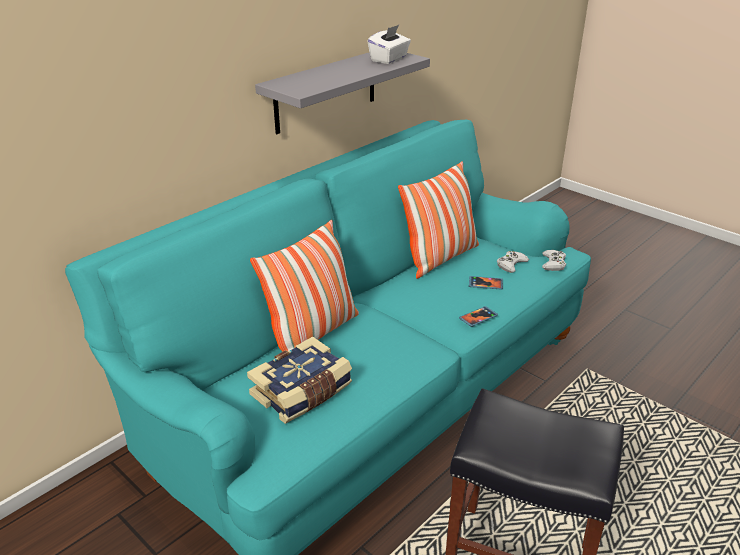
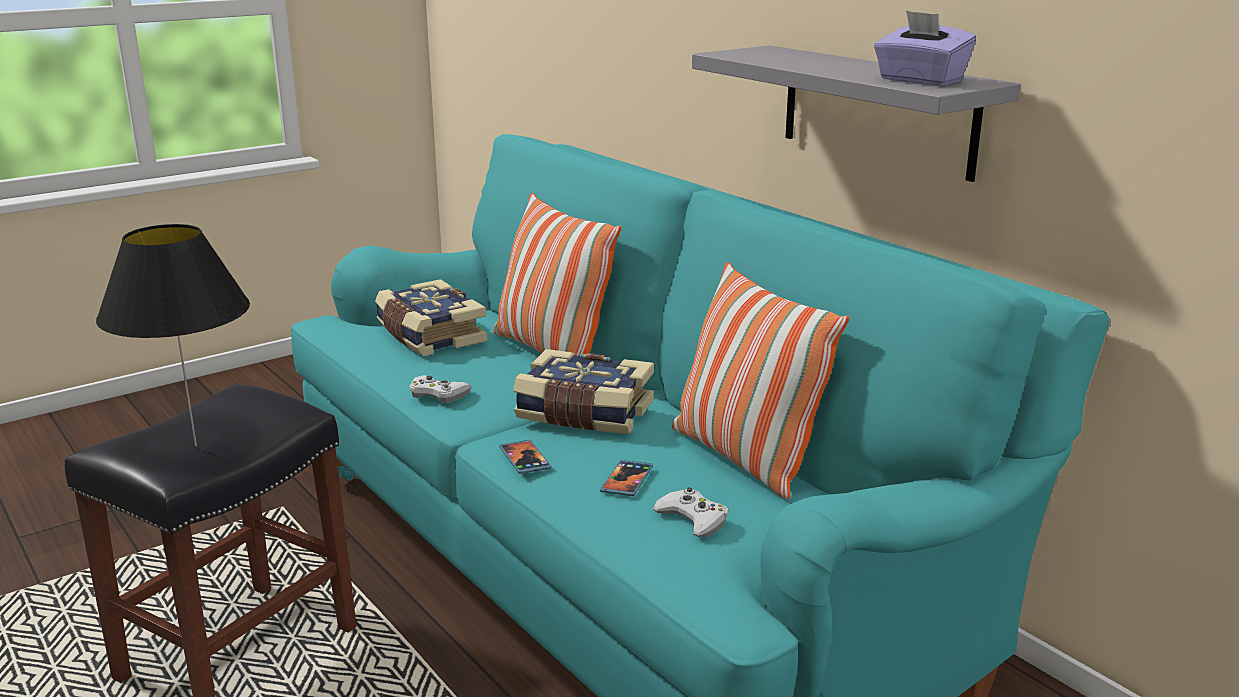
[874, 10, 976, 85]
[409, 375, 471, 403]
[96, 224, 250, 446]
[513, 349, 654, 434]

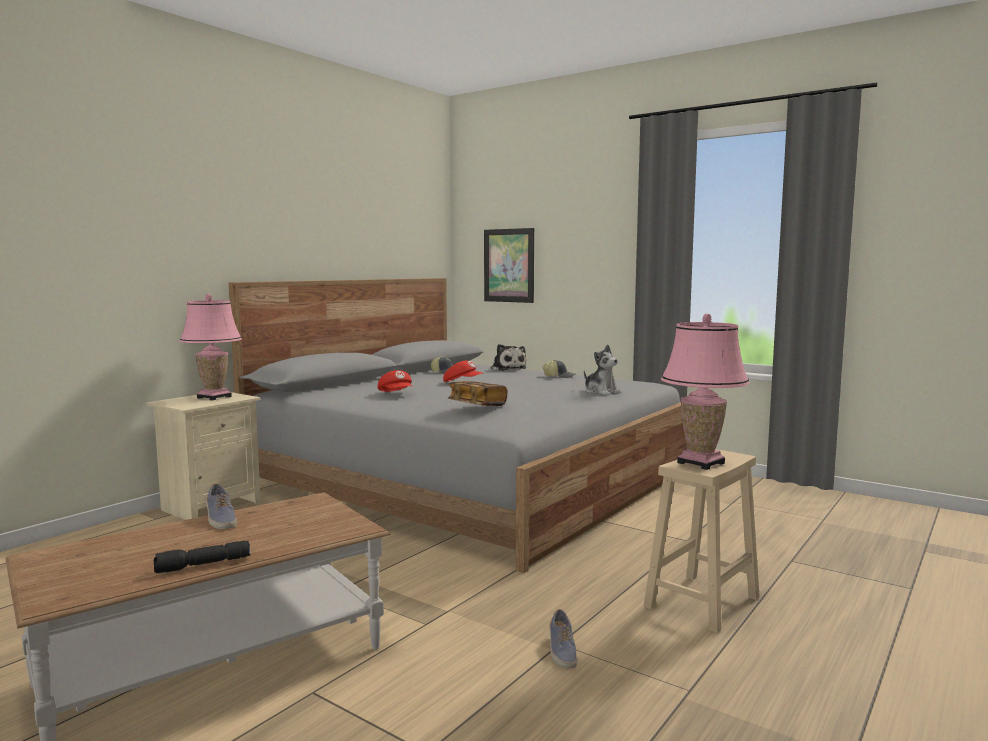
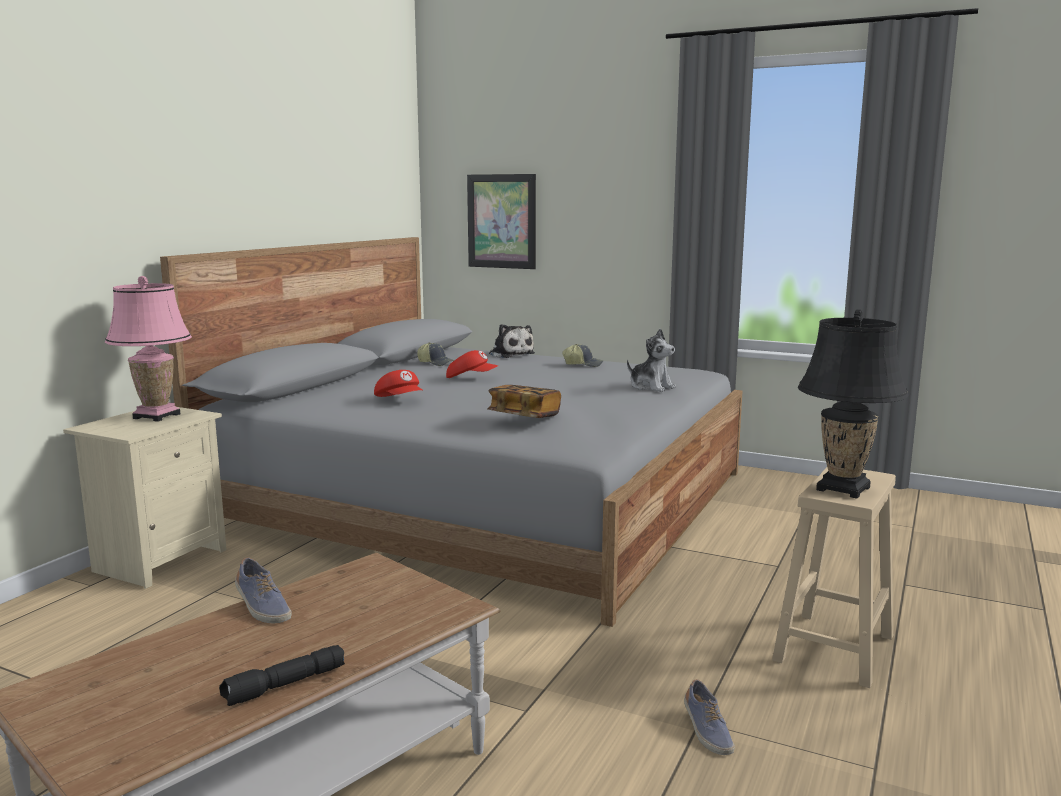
[798, 309, 908, 499]

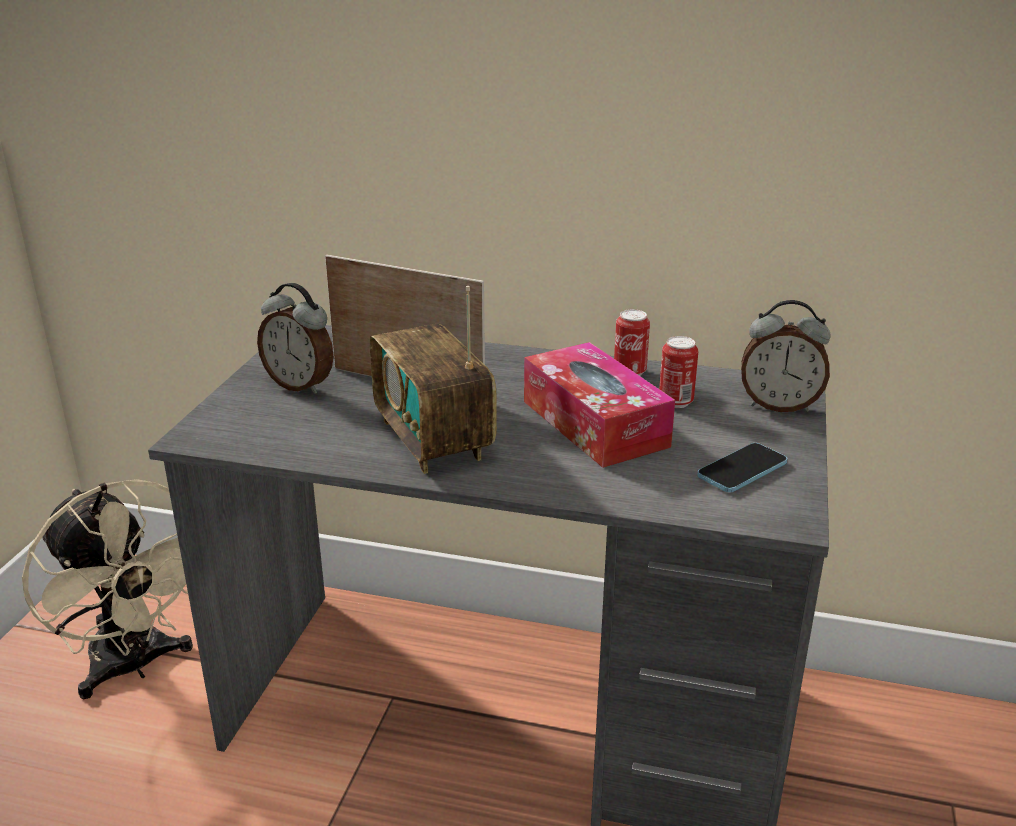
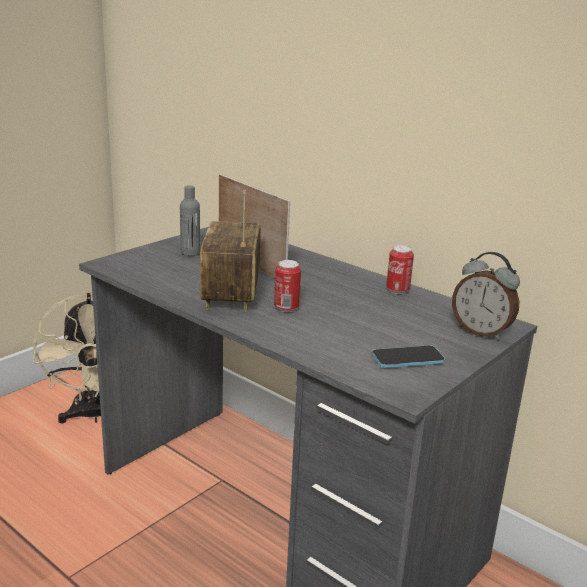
[180, 185, 200, 256]
[274, 260, 301, 312]
[524, 342, 675, 468] (first image)

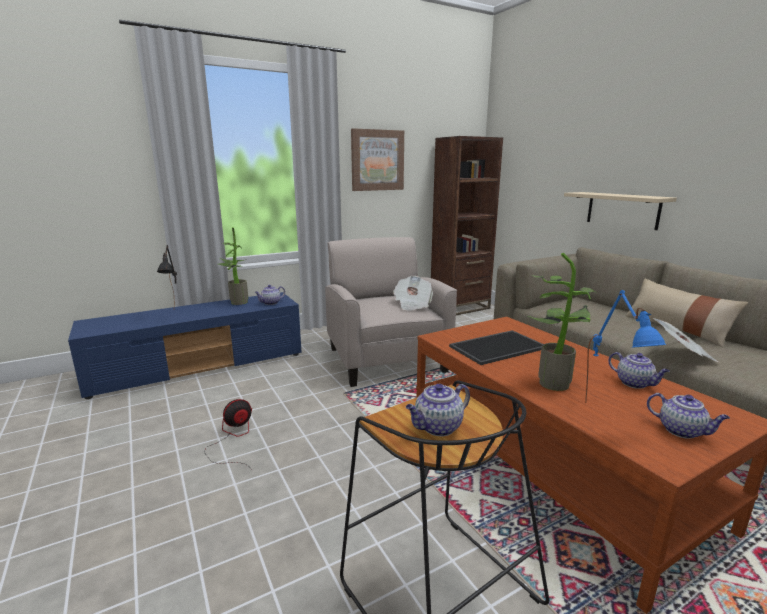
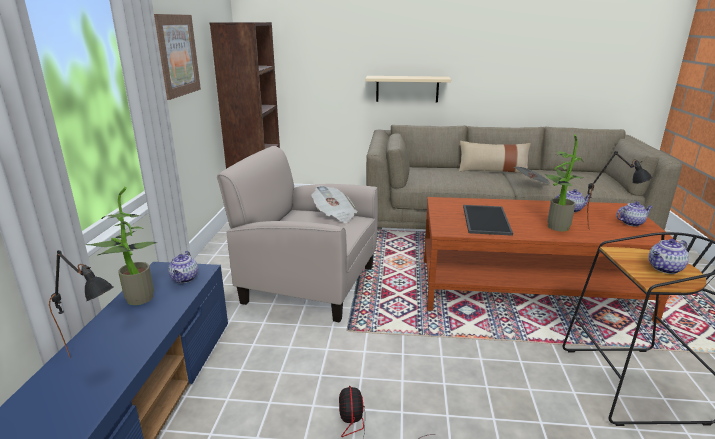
[587, 151, 653, 230]
[649, 239, 689, 274]

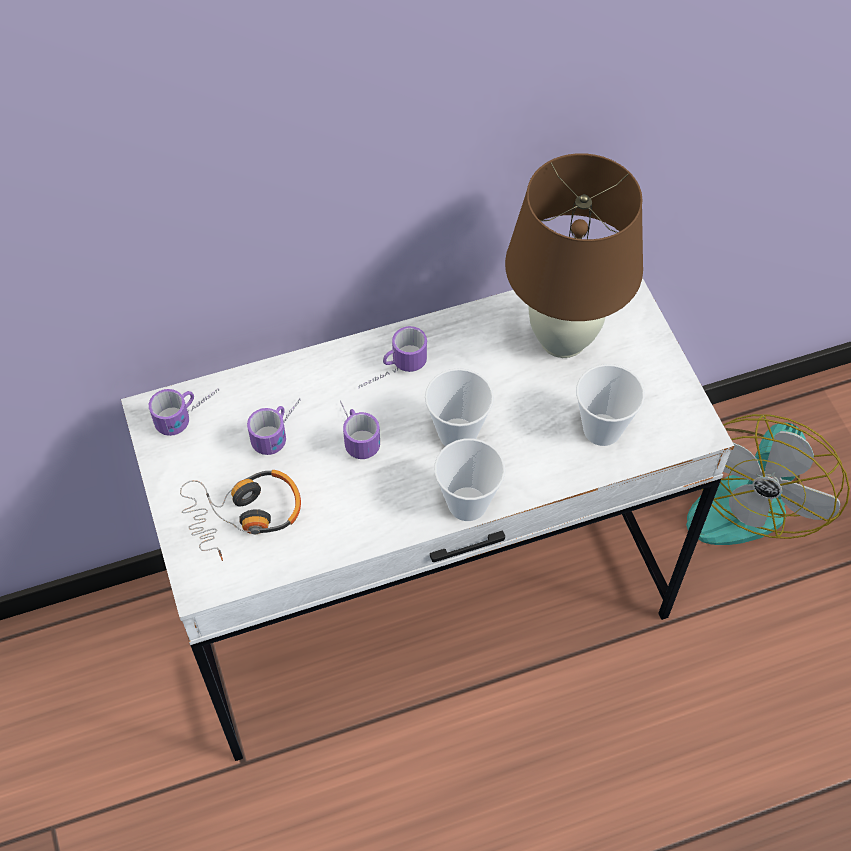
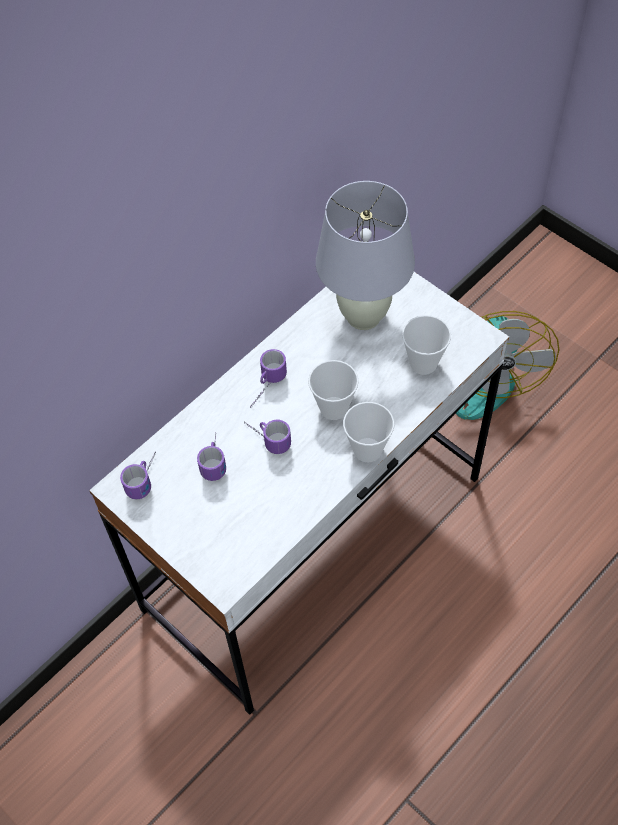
[316, 181, 415, 330]
[180, 470, 301, 561] (first image)

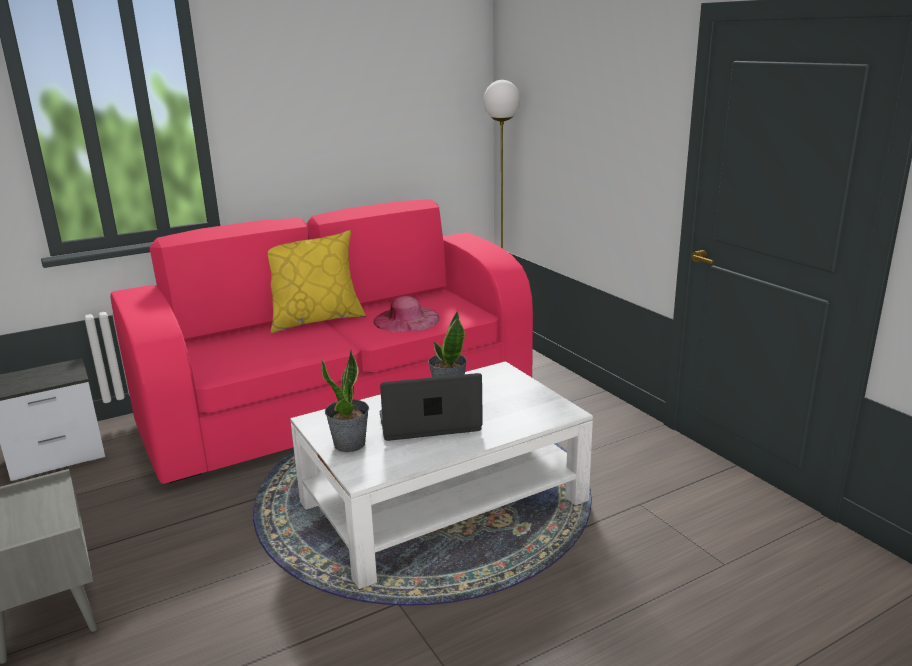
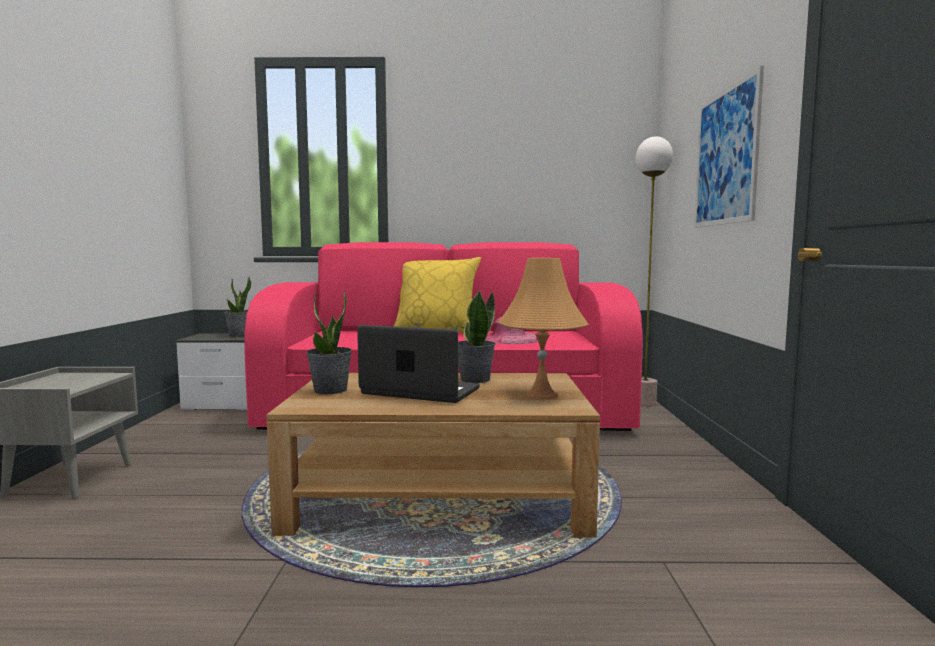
[266, 373, 600, 538]
[694, 66, 764, 228]
[498, 258, 589, 399]
[224, 276, 251, 337]

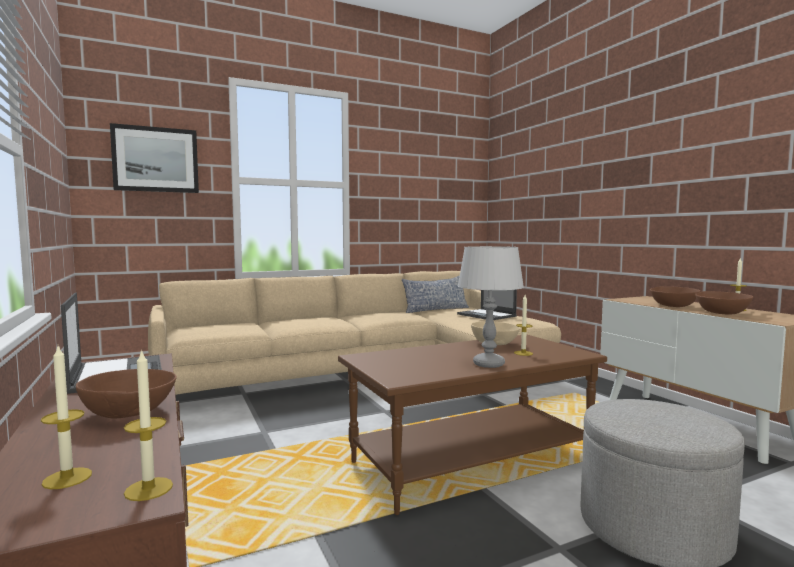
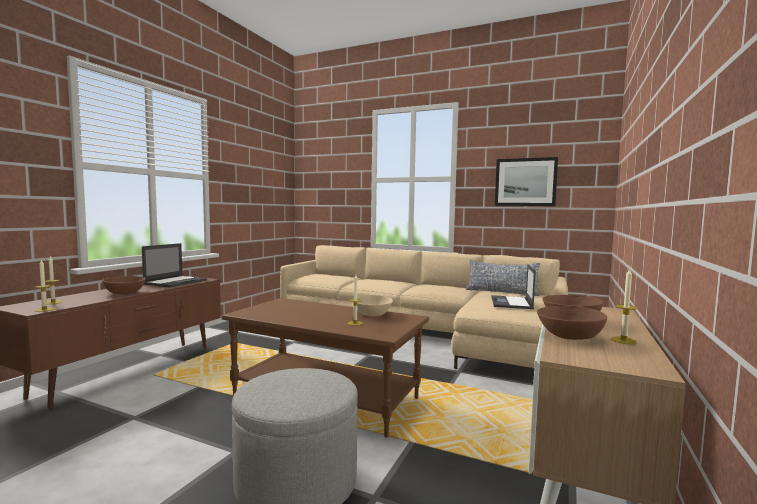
[495, 157, 558, 206]
[458, 246, 524, 368] (first image)

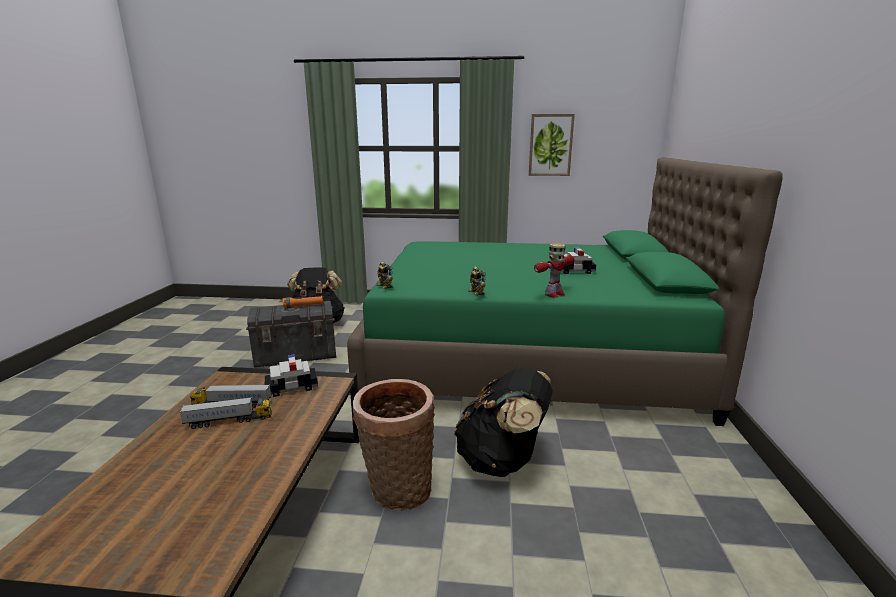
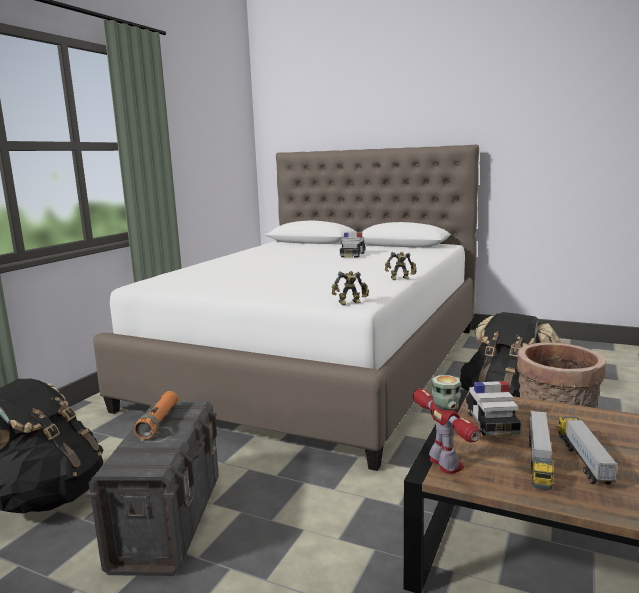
[529, 114, 575, 176] (first image)
[93, 145, 479, 471]
[413, 375, 481, 474]

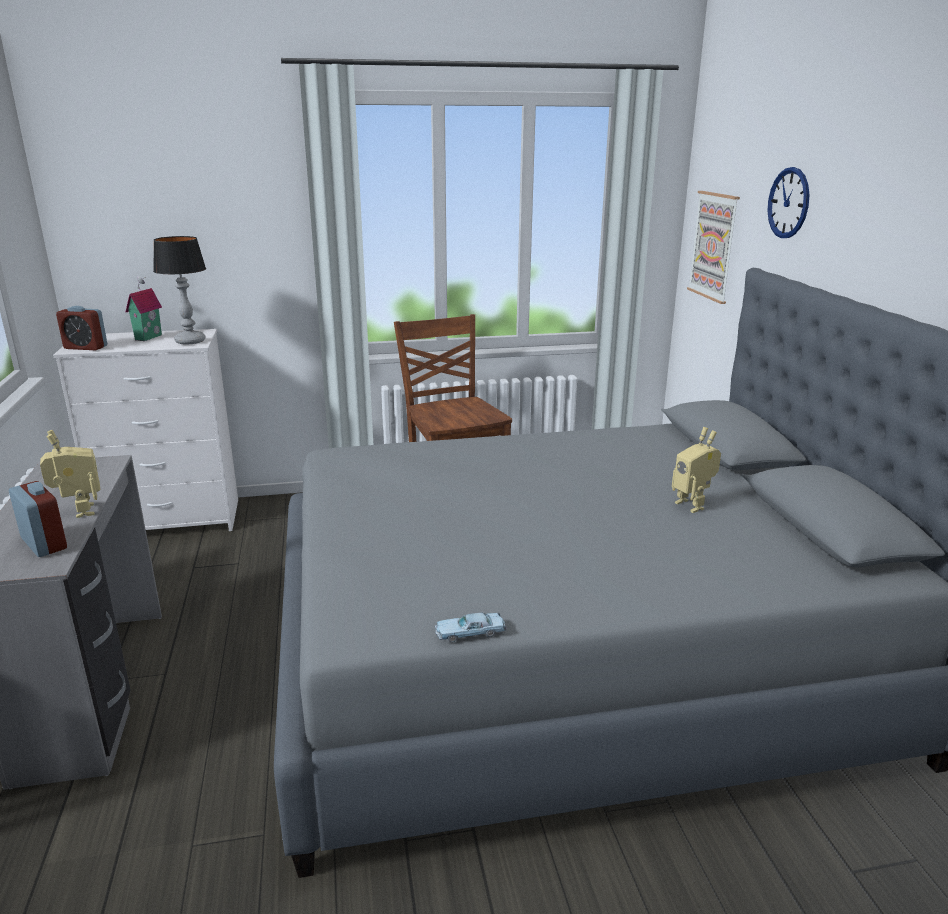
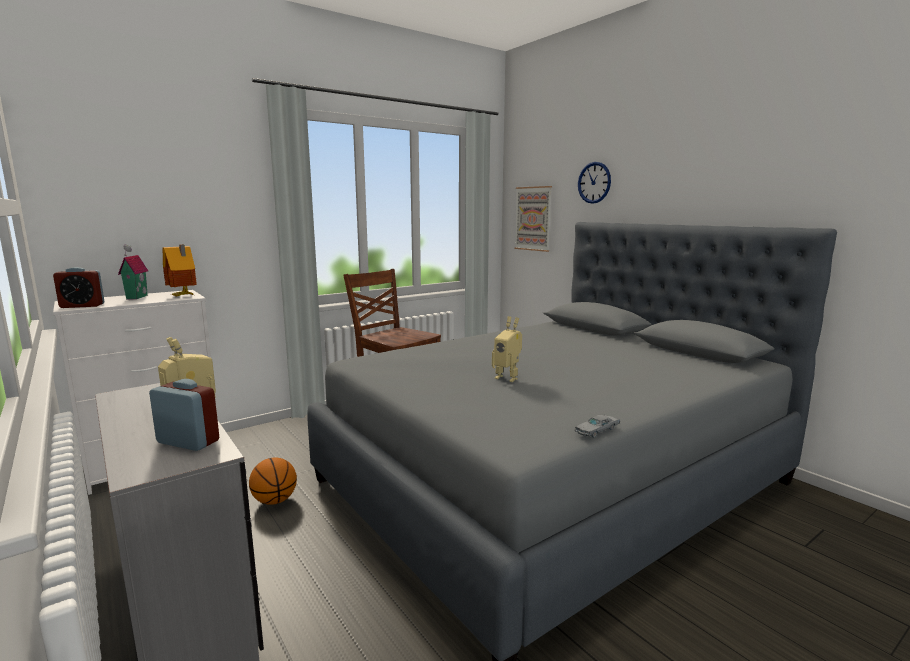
[163, 245, 197, 296]
[492, 316, 522, 382]
[574, 415, 620, 437]
[249, 458, 297, 505]

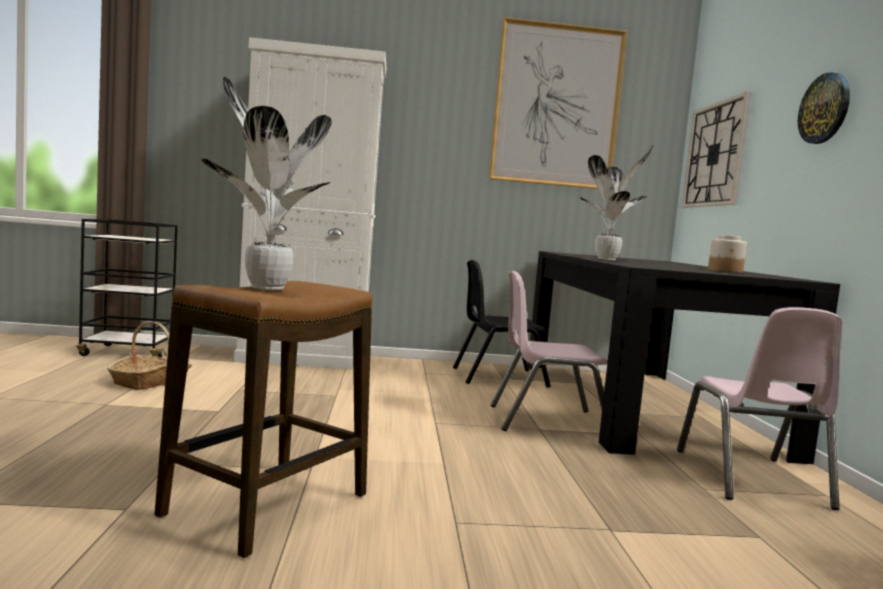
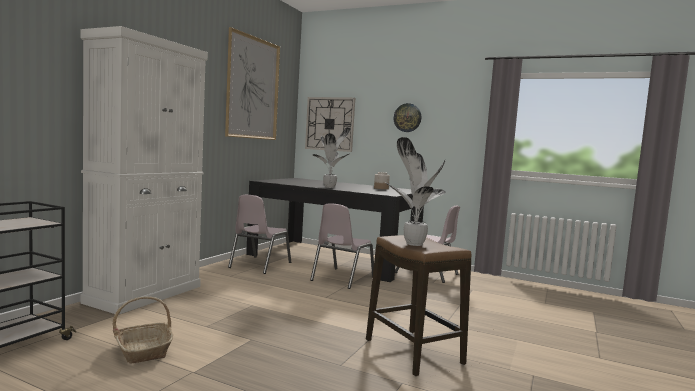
[228, 195, 291, 274]

